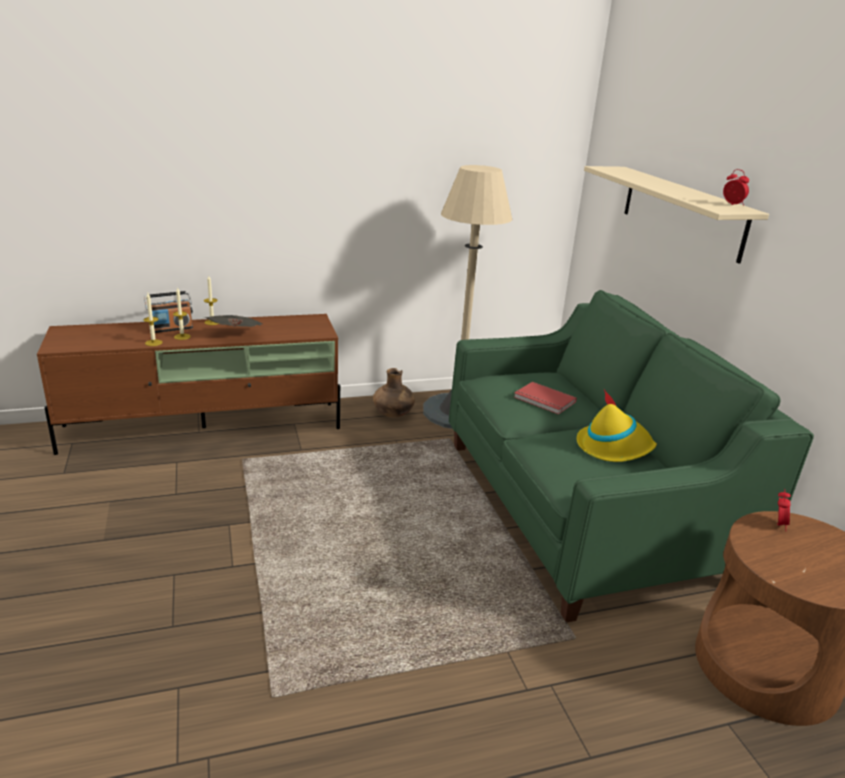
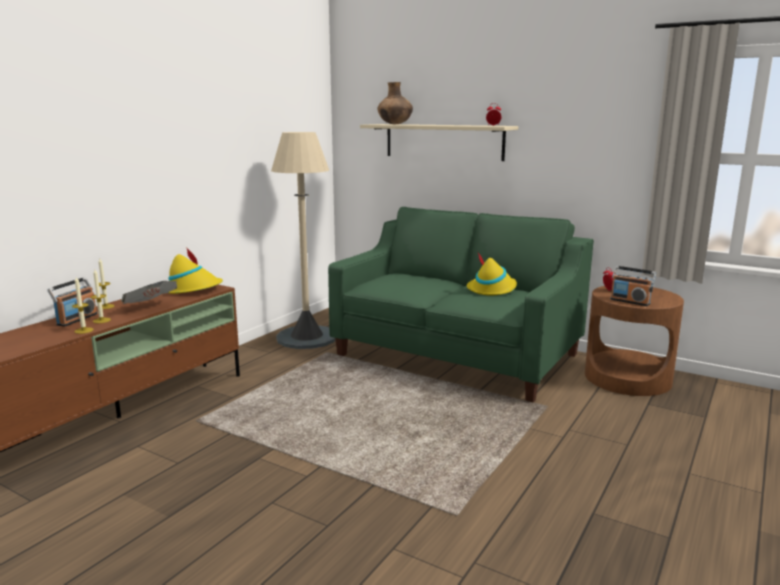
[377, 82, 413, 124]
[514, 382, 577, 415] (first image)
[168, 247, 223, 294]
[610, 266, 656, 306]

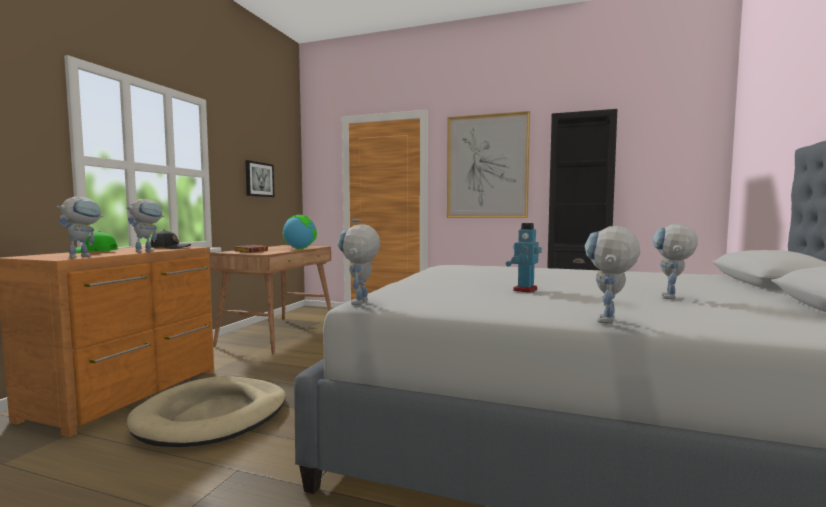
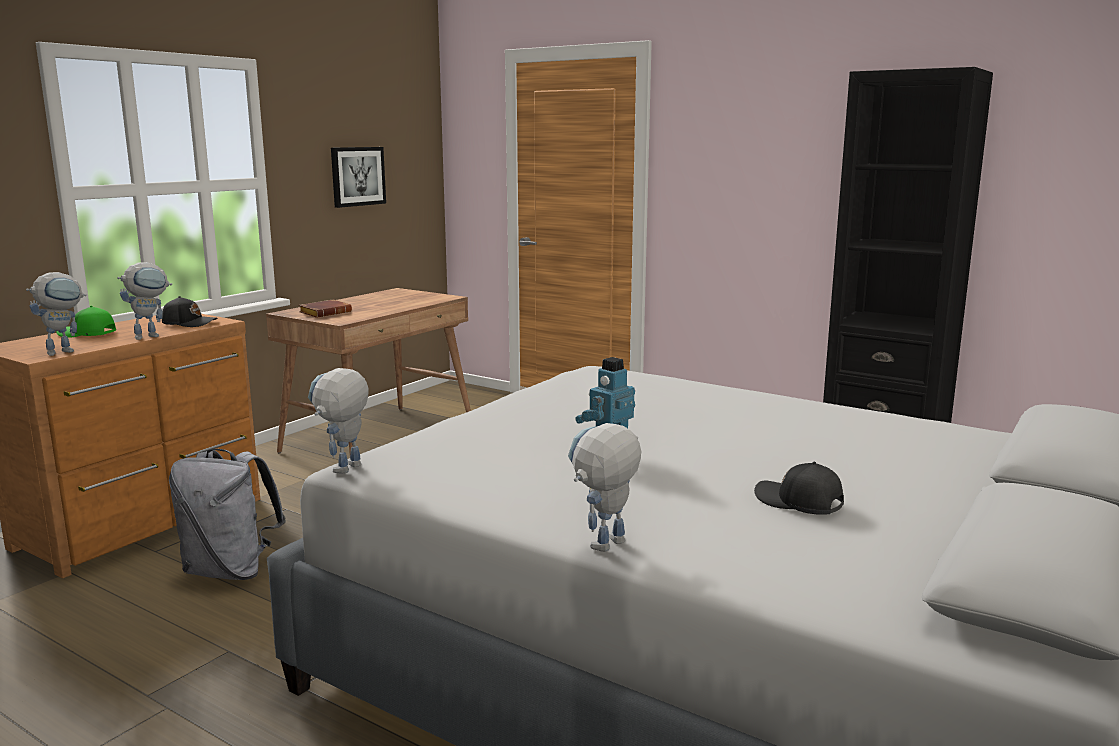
[447, 111, 530, 218] (first image)
[282, 215, 317, 249] (first image)
[754, 462, 844, 515]
[169, 449, 286, 580]

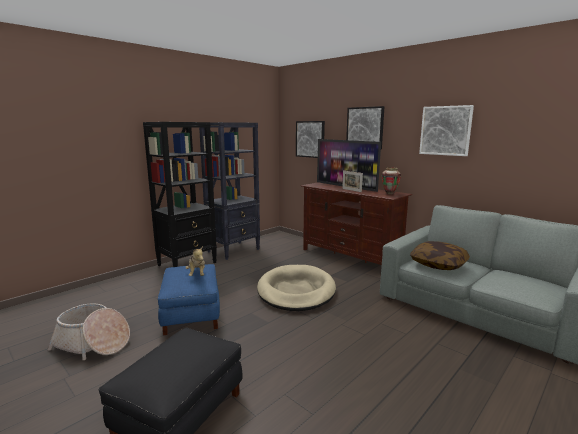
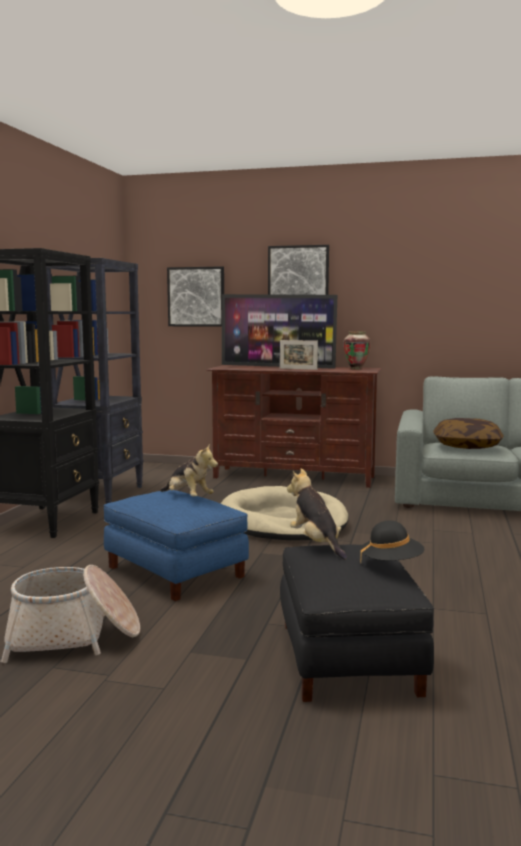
[419, 105, 474, 156] (first image)
[287, 468, 347, 560]
[360, 520, 424, 563]

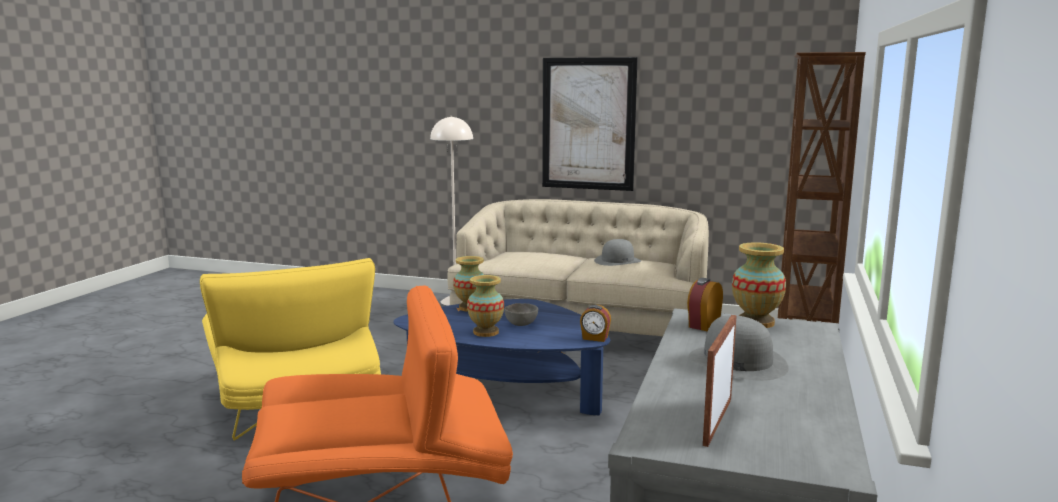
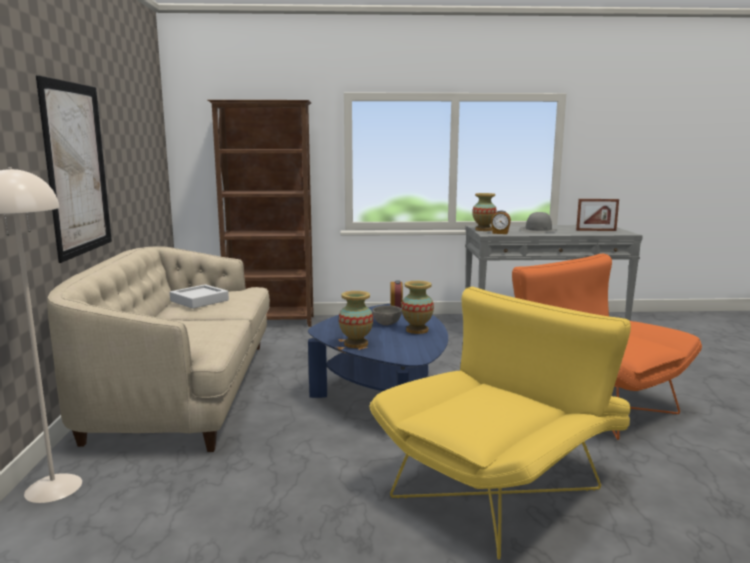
[170, 284, 229, 309]

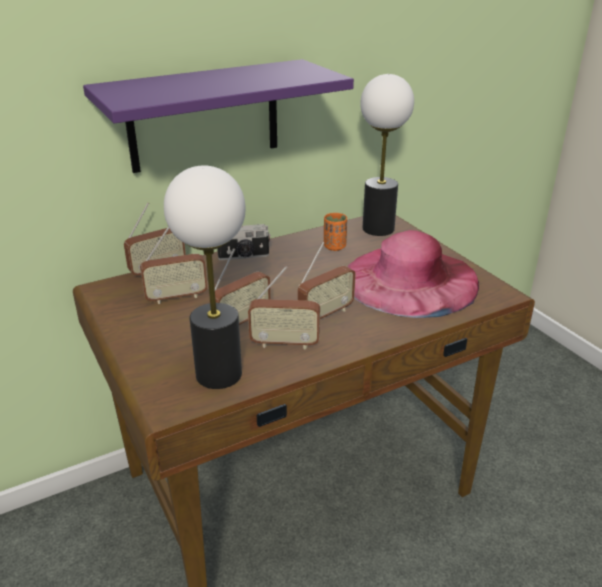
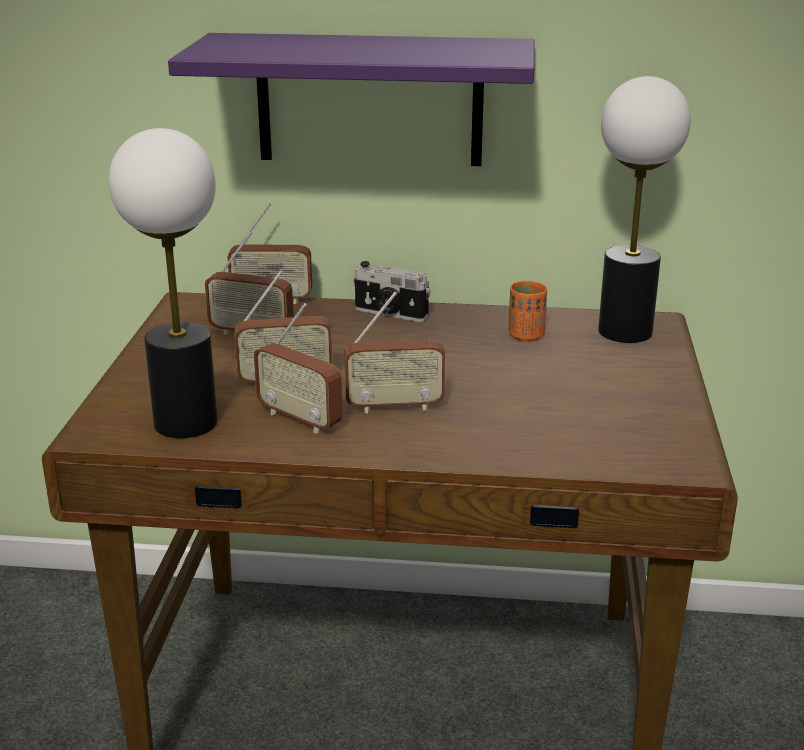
[347, 230, 479, 318] (first image)

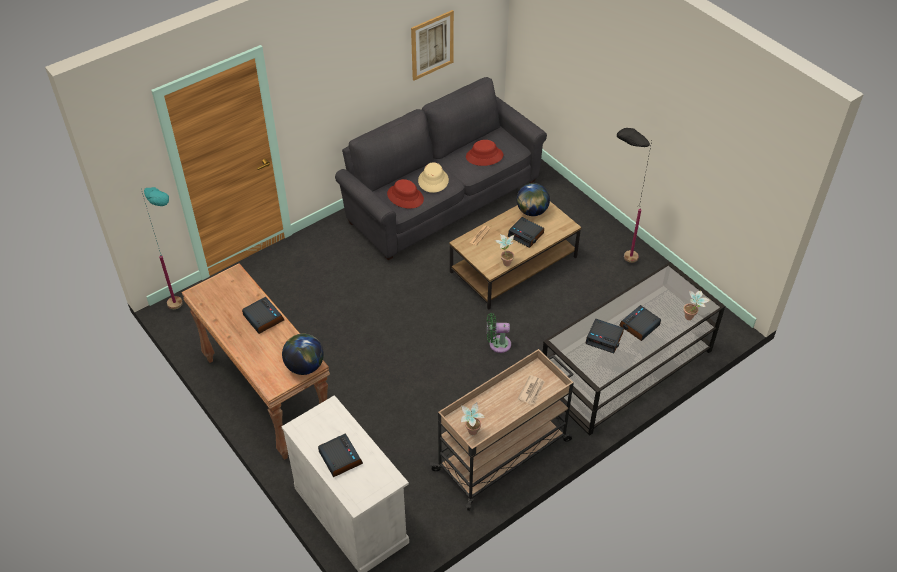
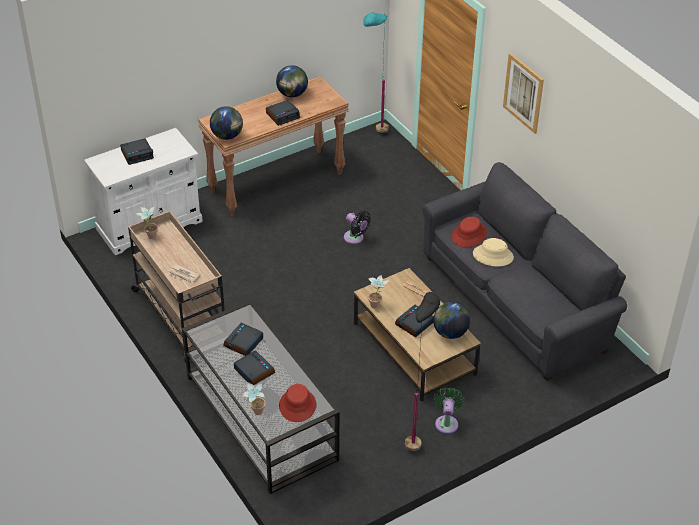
[503, 53, 544, 134]
[279, 384, 316, 422]
[433, 387, 465, 434]
[276, 65, 308, 97]
[344, 211, 371, 244]

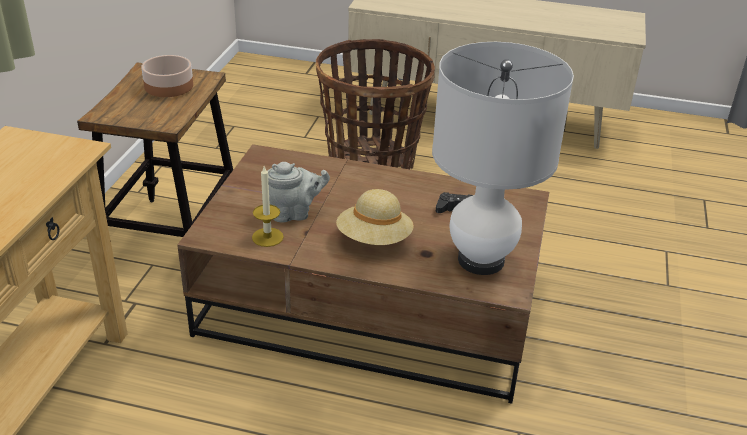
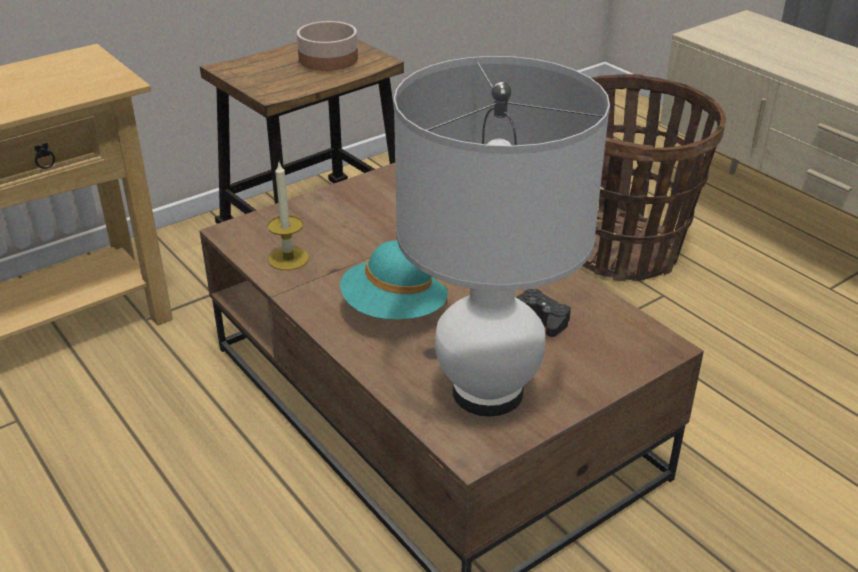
[268, 162, 330, 223] (first image)
[340, 240, 448, 320]

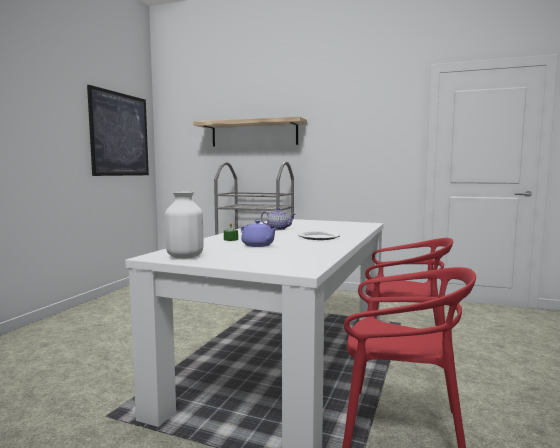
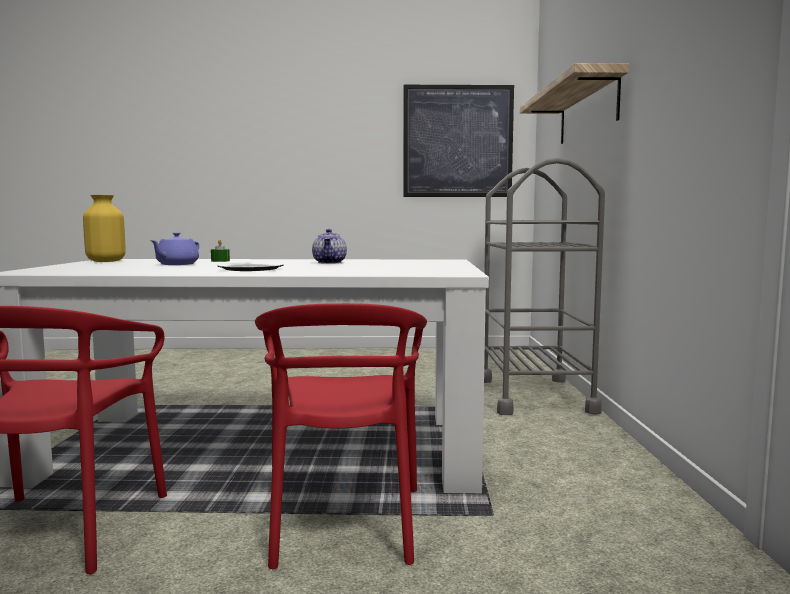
[83, 195, 126, 262]

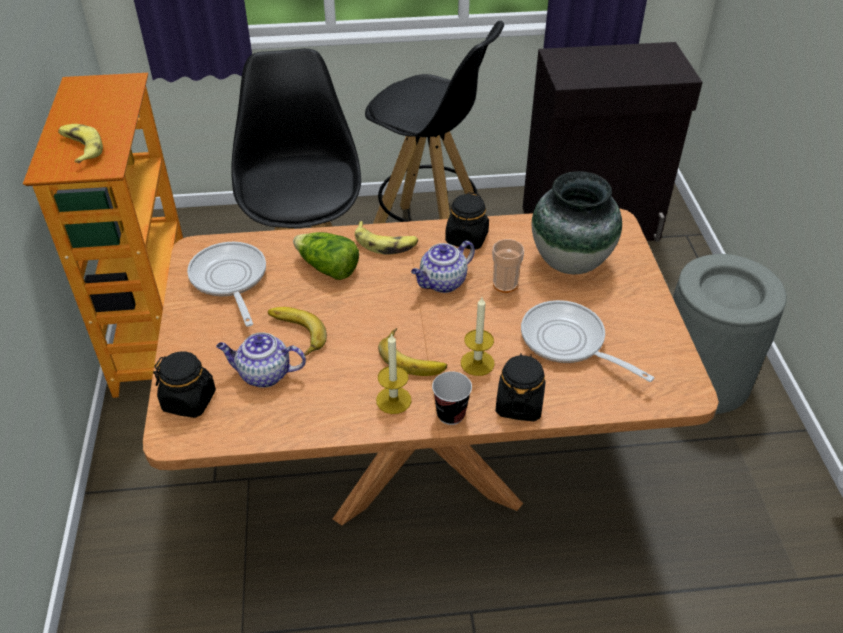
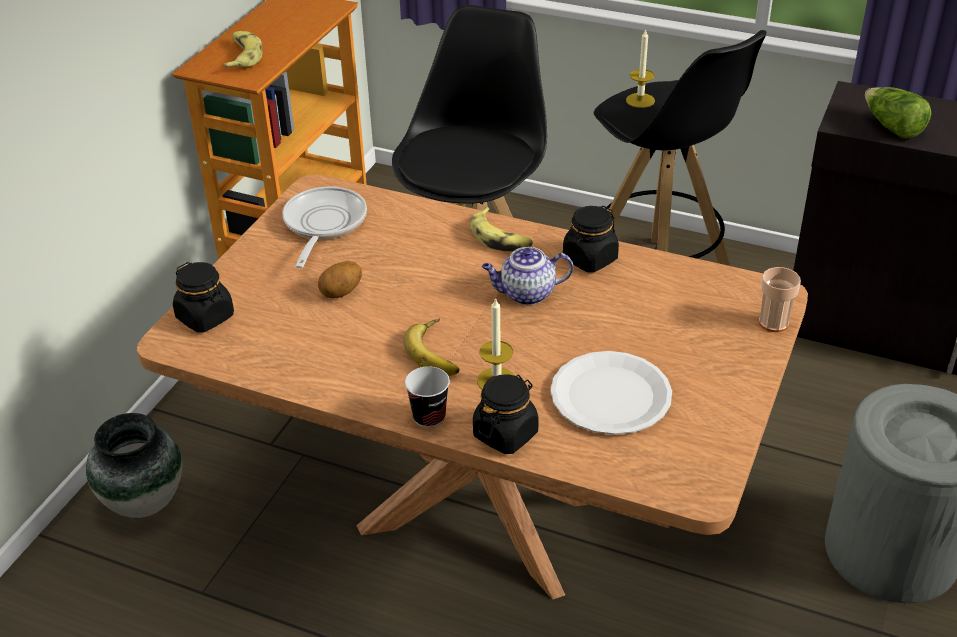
[86, 413, 182, 518]
[865, 87, 931, 139]
[759, 267, 801, 332]
[550, 351, 672, 435]
[318, 261, 362, 298]
[216, 332, 306, 388] (first image)
[626, 29, 655, 108]

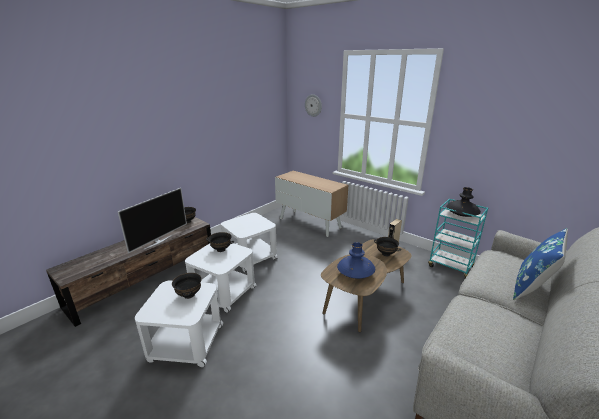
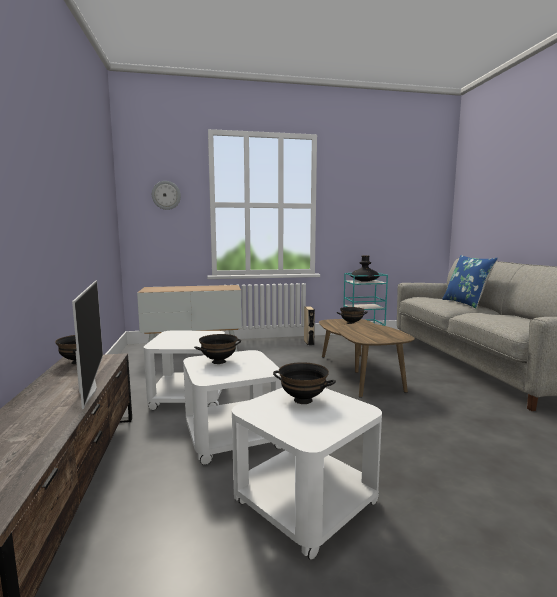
[337, 242, 375, 279] (first image)

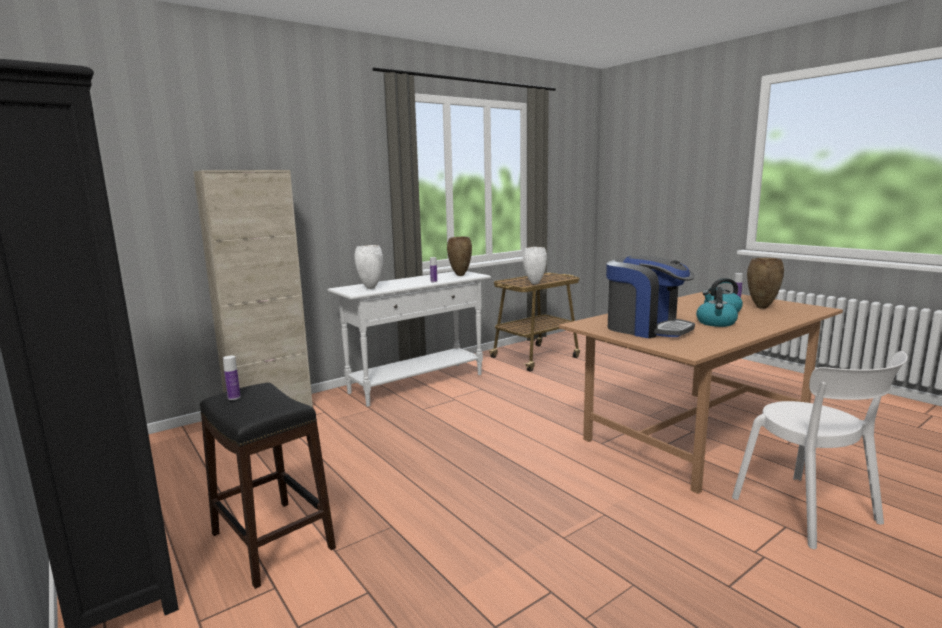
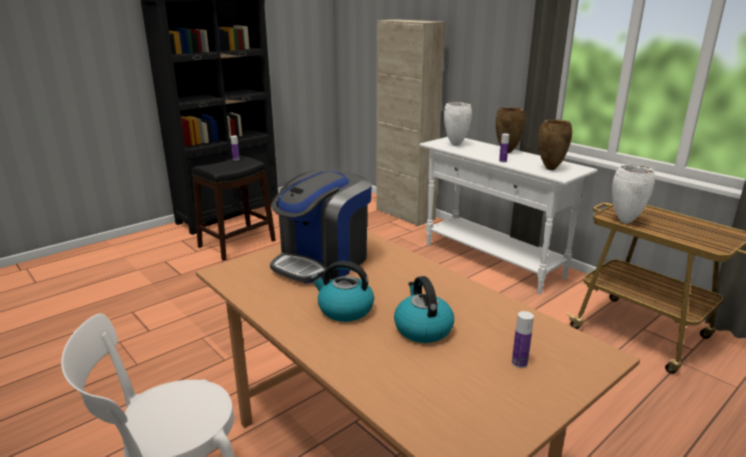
[496, 107, 526, 153]

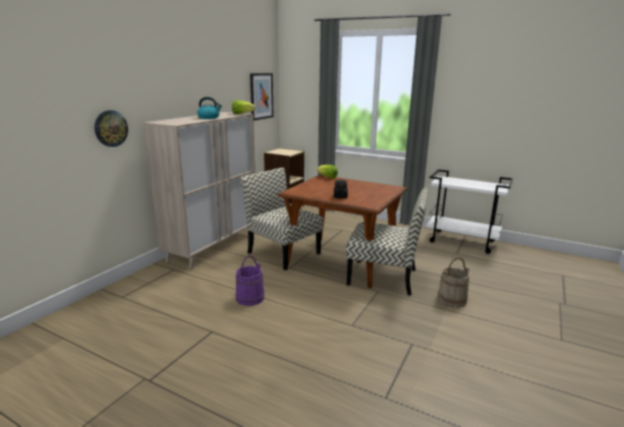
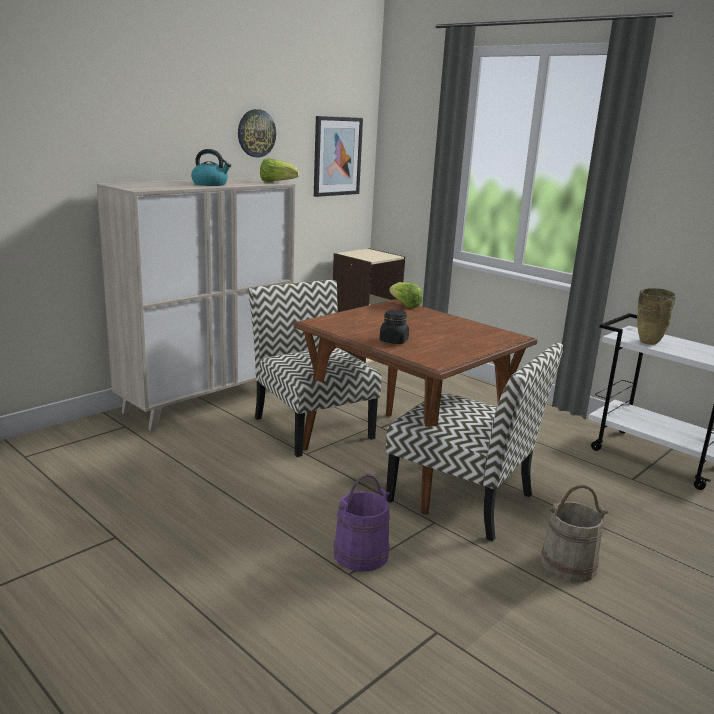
[238, 109, 276, 157]
[334, 474, 390, 572]
[637, 288, 676, 345]

